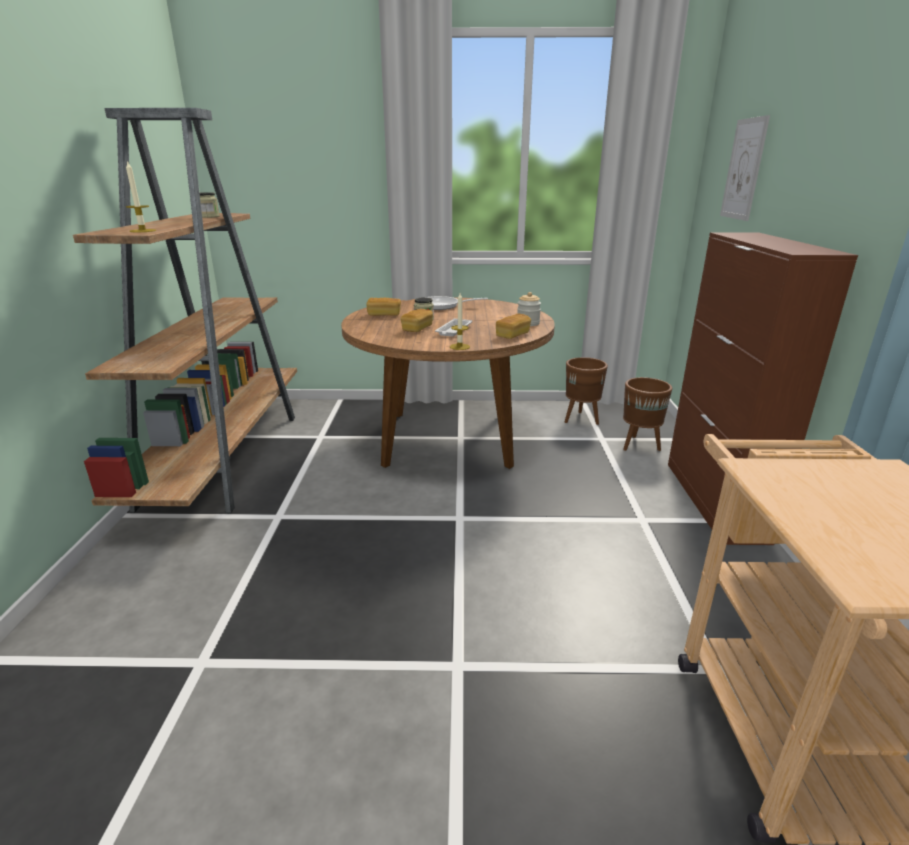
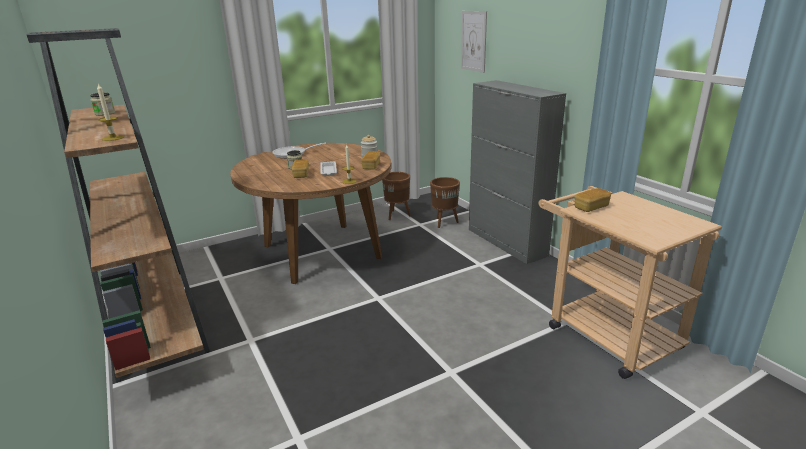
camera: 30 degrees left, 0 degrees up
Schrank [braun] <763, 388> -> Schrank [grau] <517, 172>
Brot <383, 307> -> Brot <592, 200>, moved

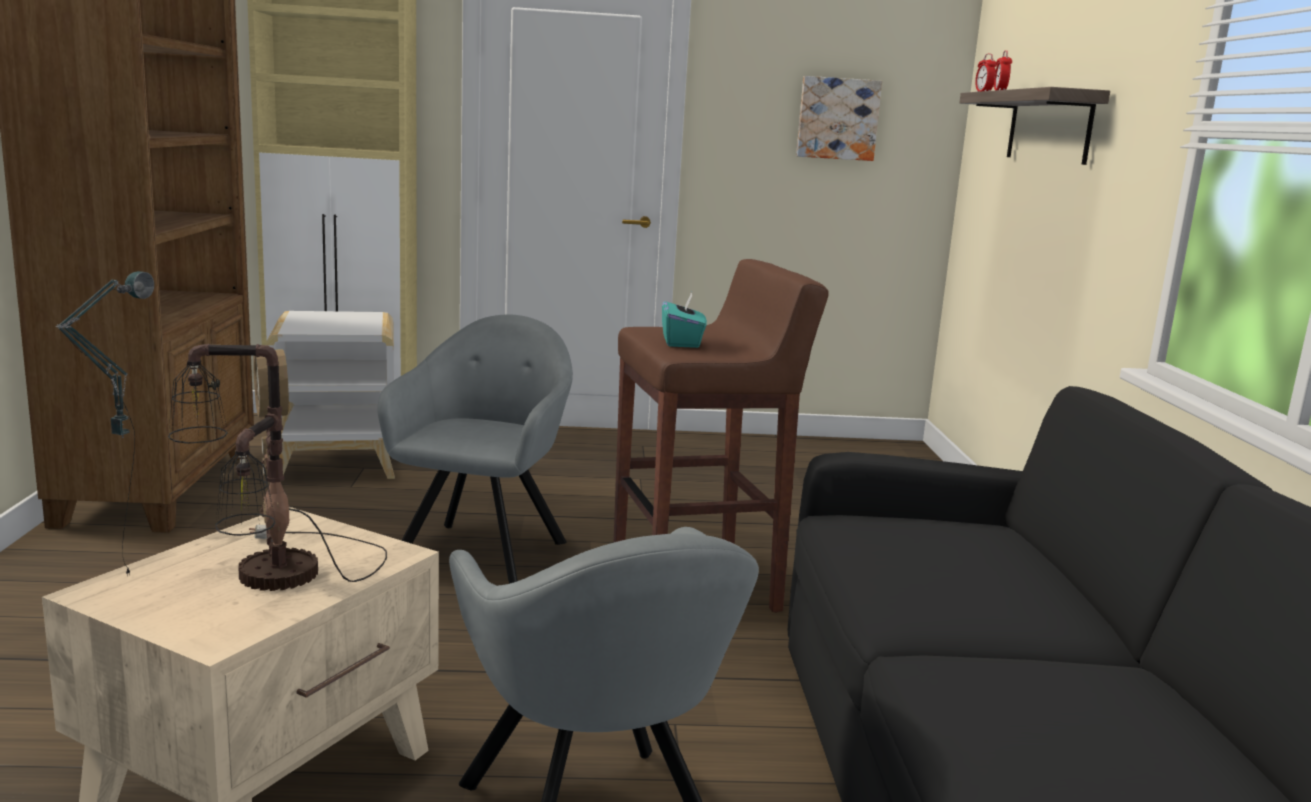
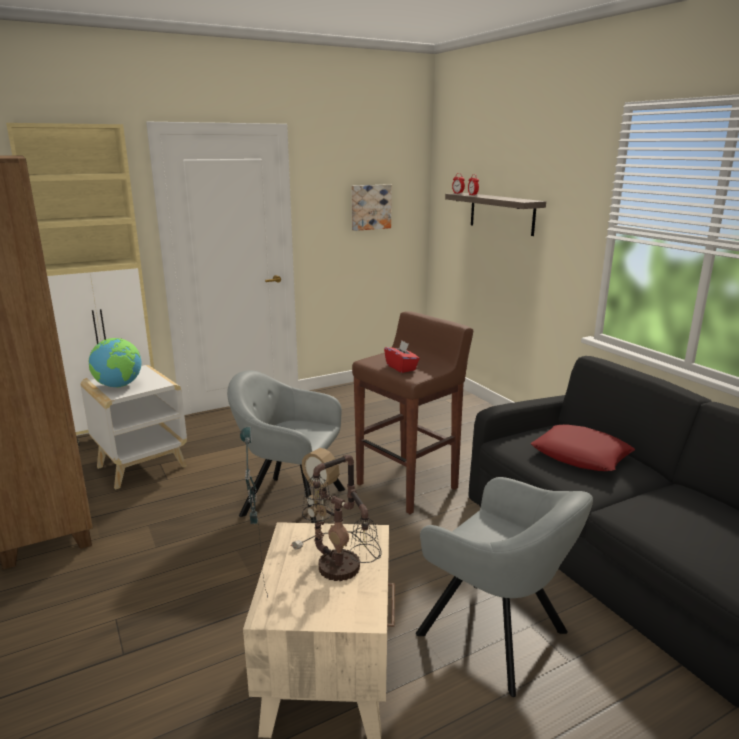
camera: 25 degrees left, 5 degrees up
none -> Globus <114, 363>
Sessel [grau] <475, 449> -> Sessel [grau] <286, 446>, 60 degrees counterclockwise
Taschentuchbox [türkis] <684, 320> -> Taschentuchbox [rot] <402, 357>
none -> Kissen [rot] <583, 448>

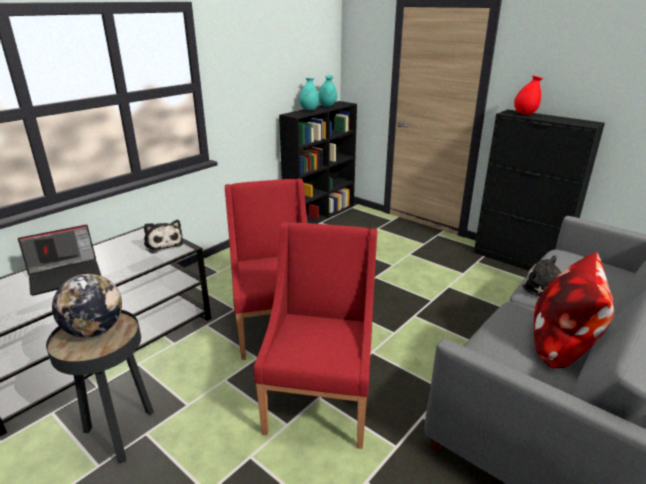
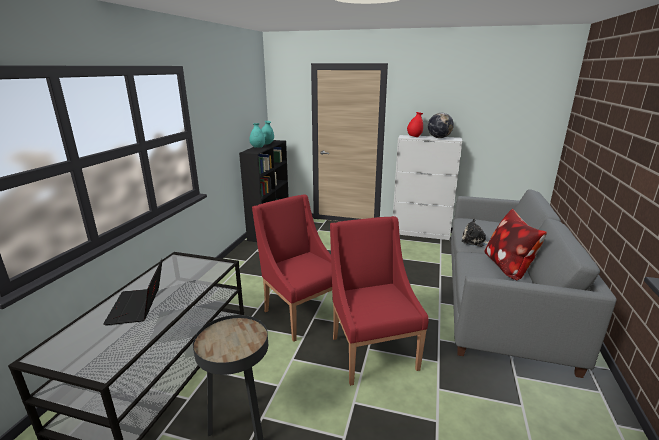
camera: 25 degrees left, 5 degrees down
Laptop <59, 260> -> Laptop <133, 292>, 135 degrees clockwise
Schrank [schwarz] <539, 190> -> Schrank [weiß] <427, 187>
Globus <87, 305> -> Globus <441, 125>, moved
Plüschtier <164, 236> -> none

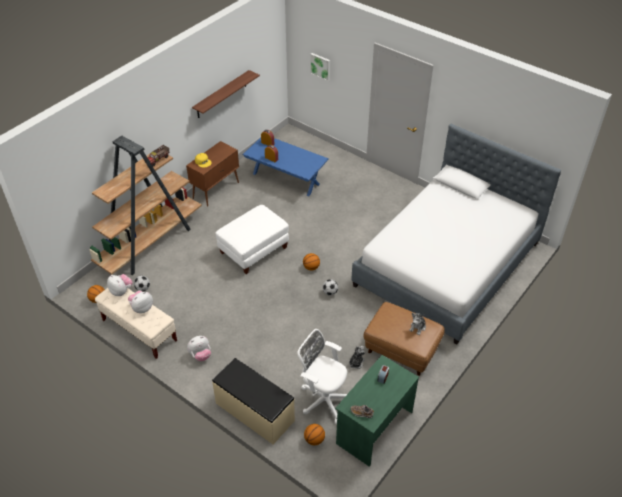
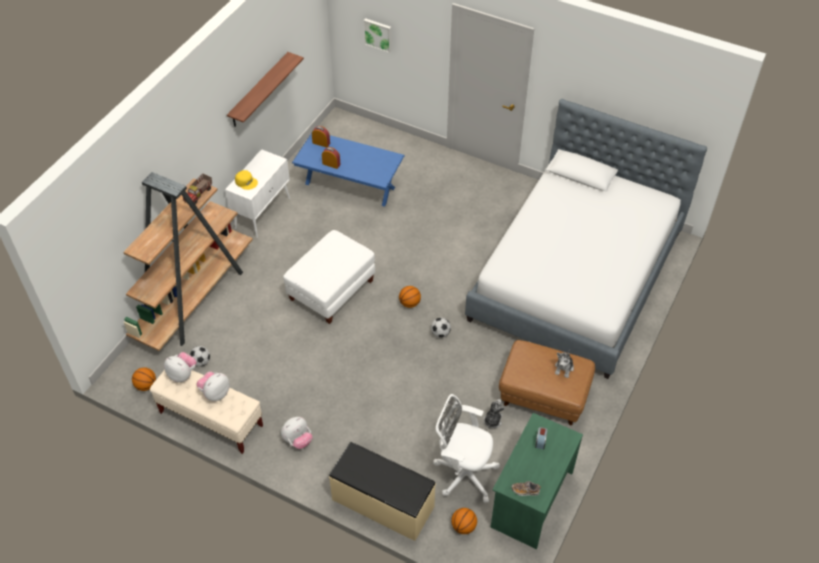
camera: 10 degrees left, 5 degrees up
Schrank [braun] <212, 174> -> Schrank [weiß] <257, 193>

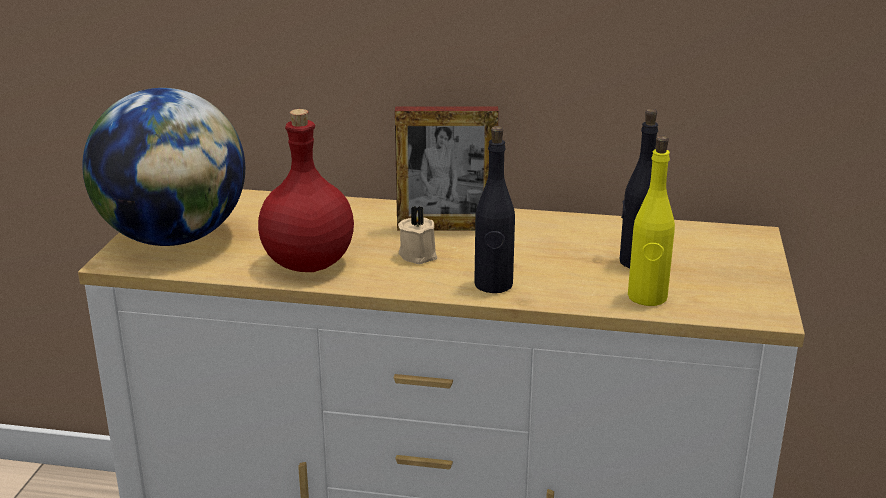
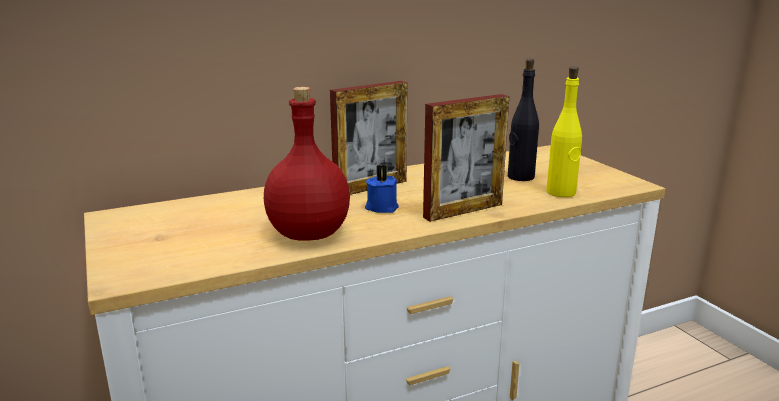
camera: 35 degrees left, 5 degrees down
Kerze [beige] <417, 235> -> Kerze [blau] <382, 189>
Flasche [schwarz] <494, 209> -> Bilderrahmen <466, 158>
Globus <163, 167> -> none

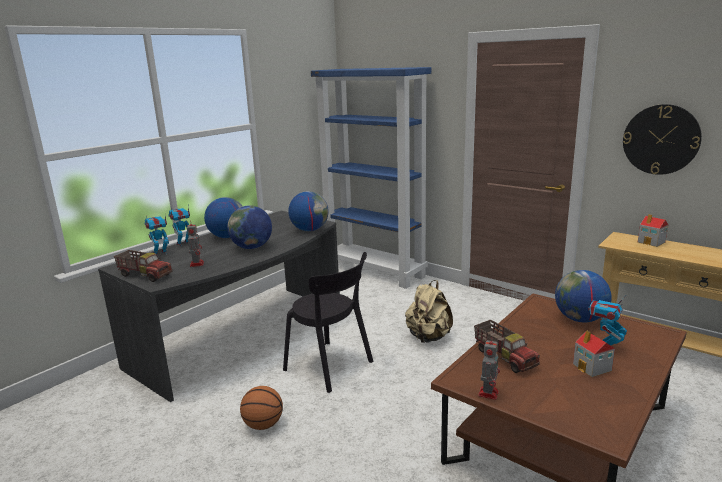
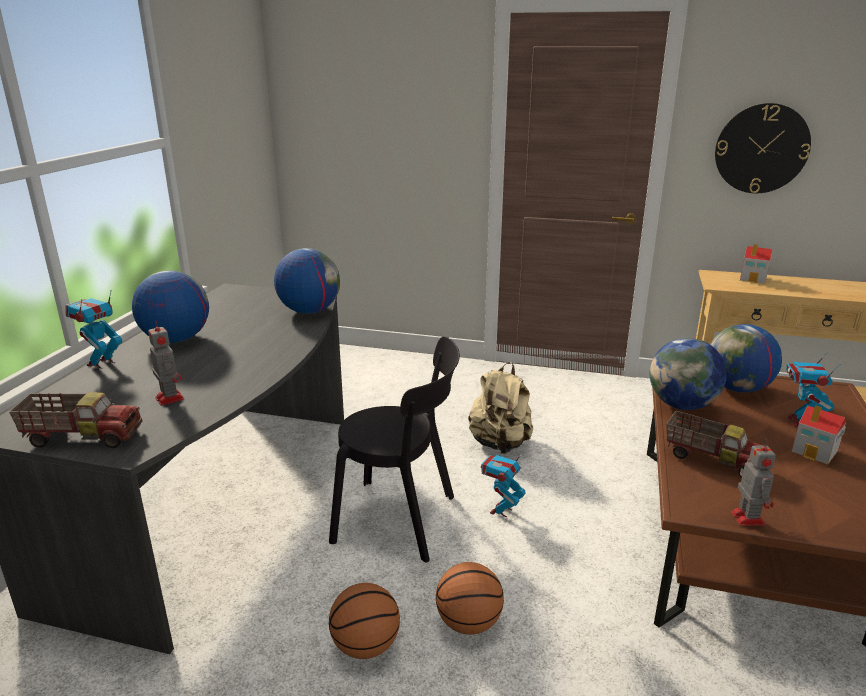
camera: 25 degrees left, 5 degrees up
none -> Basketball <470, 598>
Spielzeugroboter <156, 234> -> Spielzeugroboter <503, 484>, moved
Globus <249, 227> -> Globus <688, 374>, moved
Bücherregal [blau] <371, 178> -> none

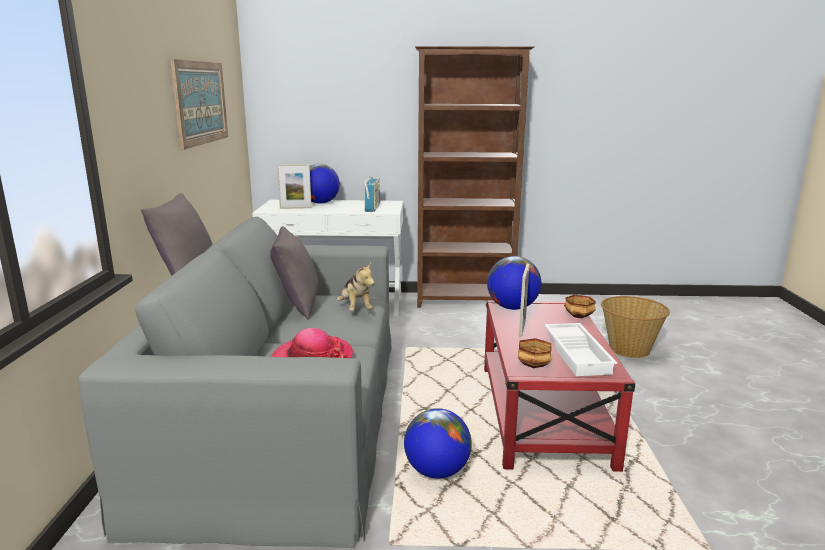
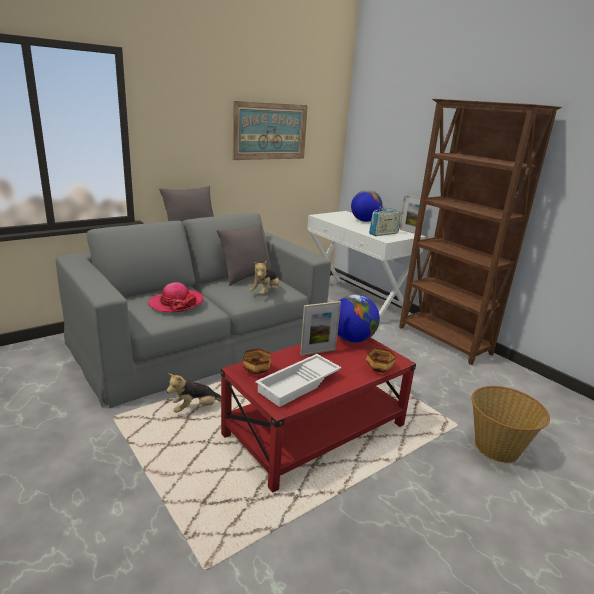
camera: 50 degrees right, 5 degrees up
Globus <438, 443> -> Plüschtier <193, 393>
Bilderrahmen <294, 186> -> Bilderrahmen <413, 215>, moved

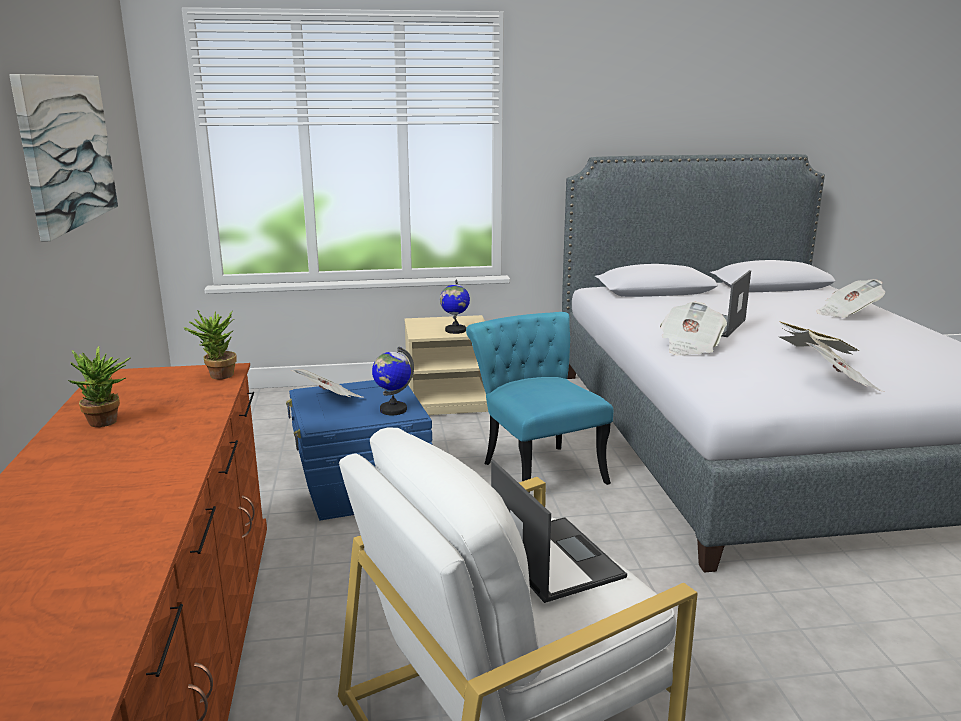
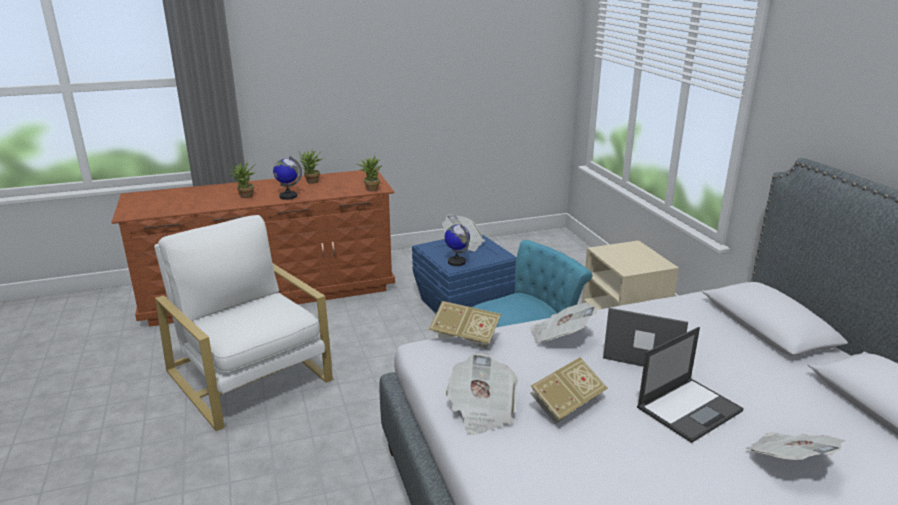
camera: 80 degrees right, 5 degrees up
none -> Topfpflanze <242, 180>
Globus <455, 306> -> Globus <287, 178>, moved
none -> Buch <465, 325>
Laptop <559, 531> -> Laptop <690, 385>, moved
Bild <63, 158> -> none

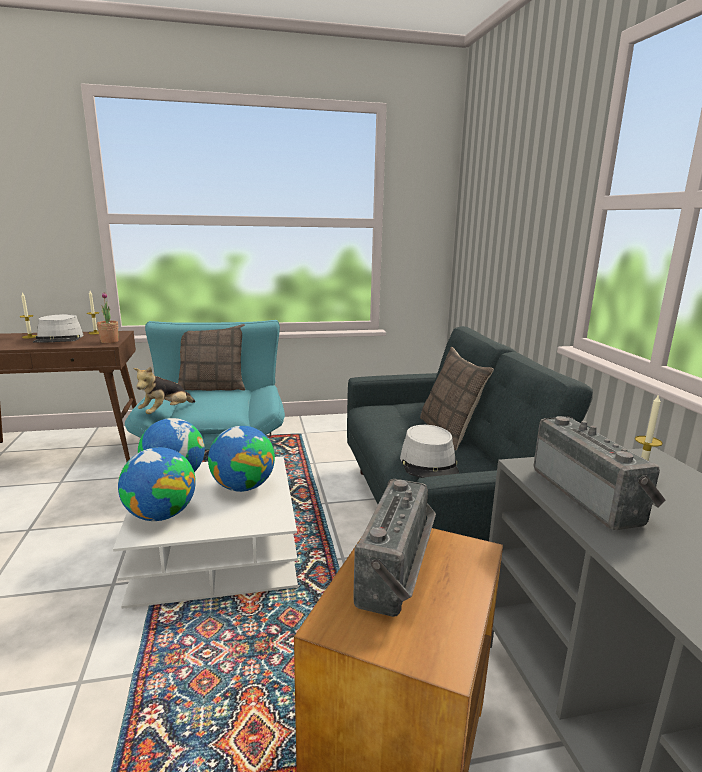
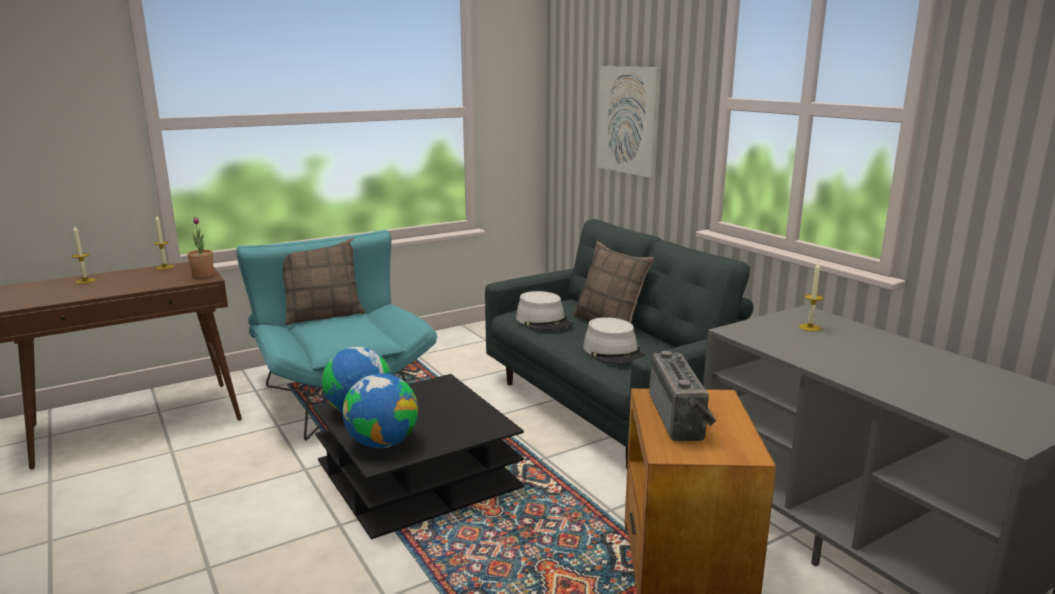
camera: 20 degrees left, 0 degrees up
Couchtisch [weiß] <205, 532> -> Couchtisch [schwarz] <418, 457>
Hut [grau] <58, 328> -> Hut [grau] <544, 310>, moved
none -> Bild <629, 122>
Plüschtier <164, 390> -> none
Globus <241, 459> -> none
Radio <600, 473> -> none

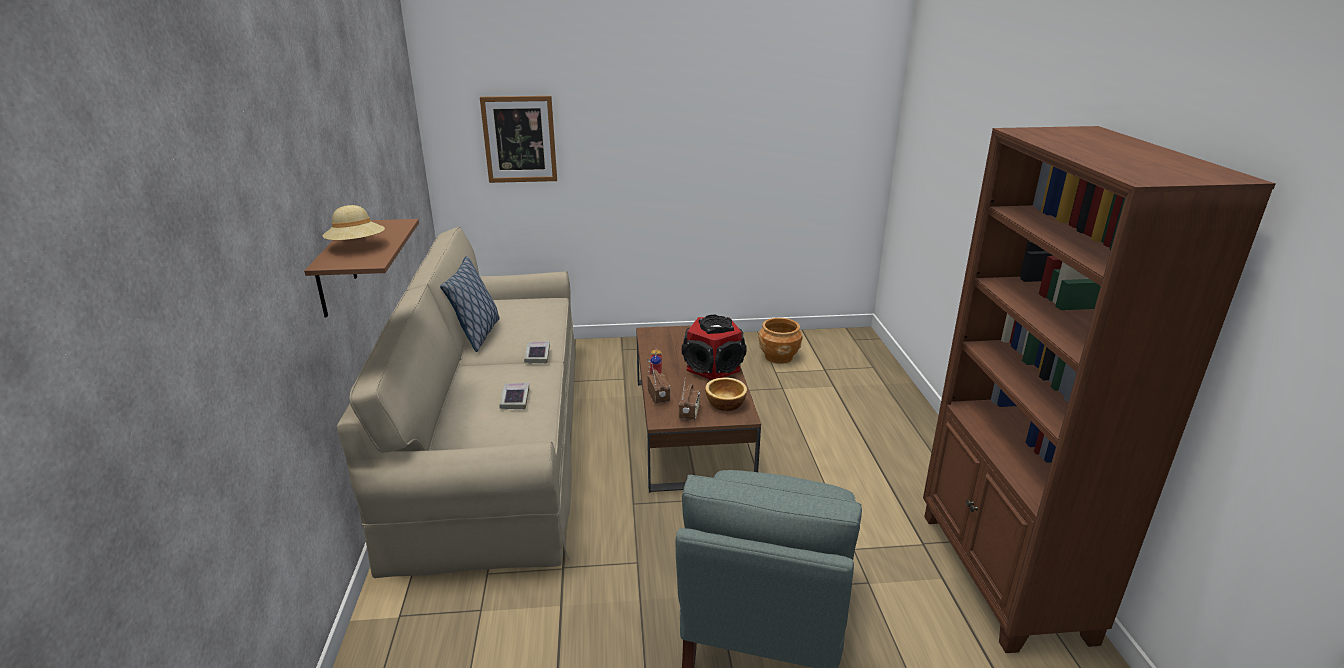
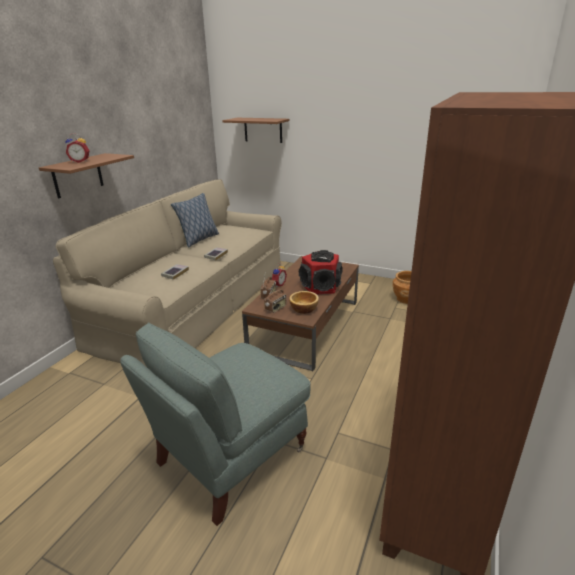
camera: 30 degrees right, 0 degrees up
Hut [beige] <354, 222> -> Wecker <77, 148>
Bild <518, 139> -> Wandregal [braun] <256, 130>

